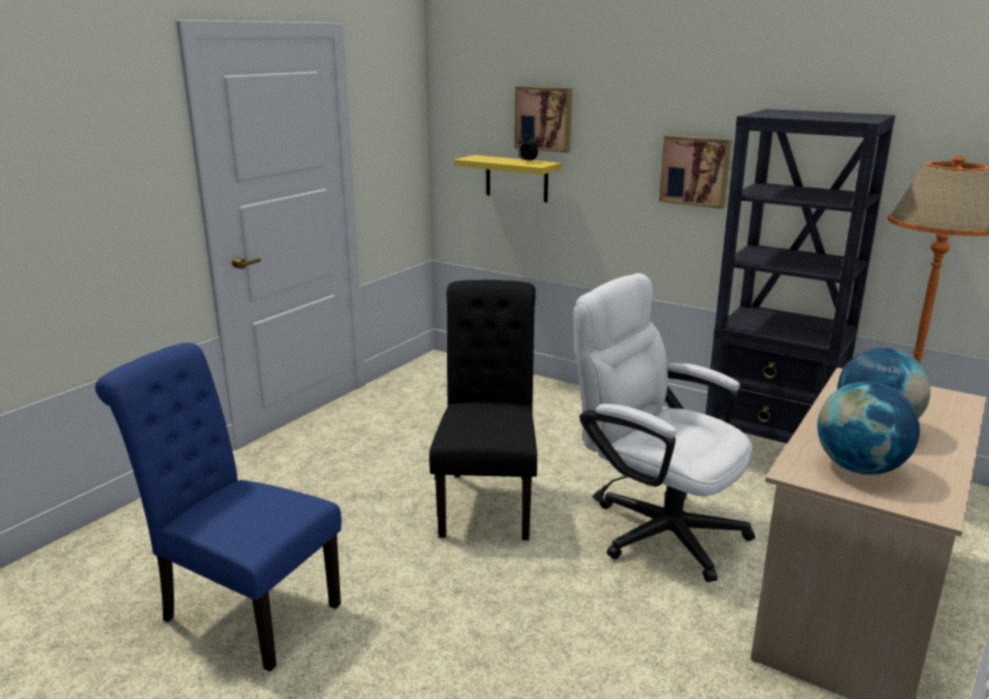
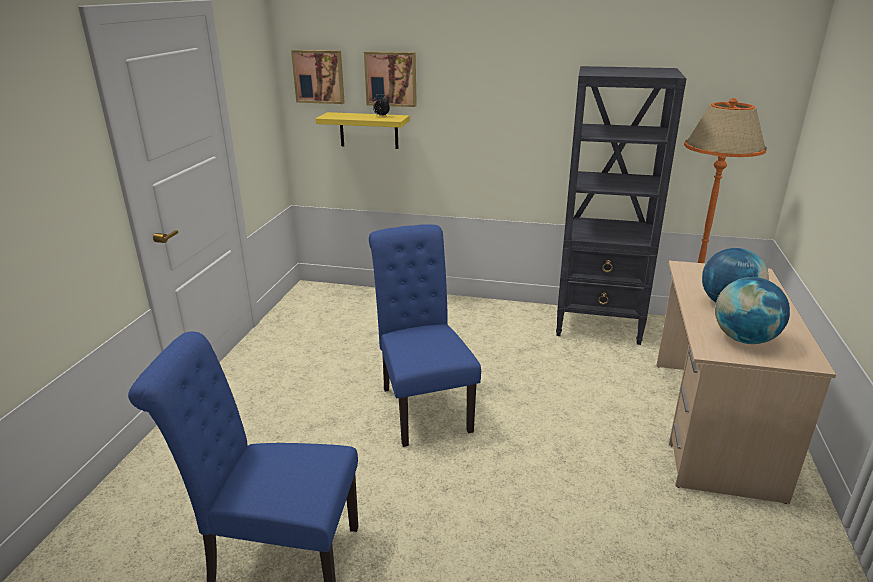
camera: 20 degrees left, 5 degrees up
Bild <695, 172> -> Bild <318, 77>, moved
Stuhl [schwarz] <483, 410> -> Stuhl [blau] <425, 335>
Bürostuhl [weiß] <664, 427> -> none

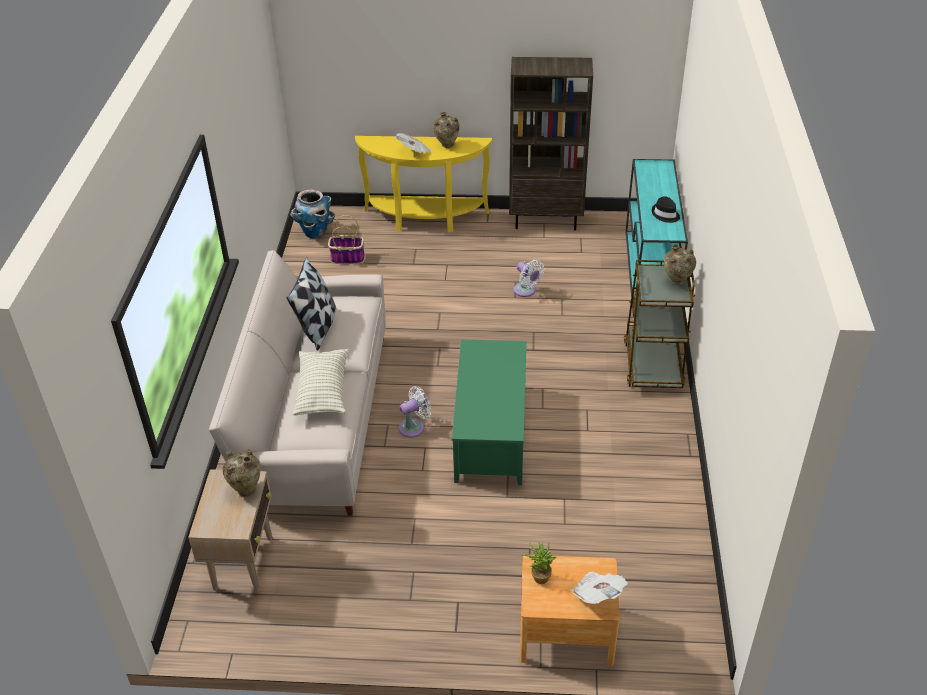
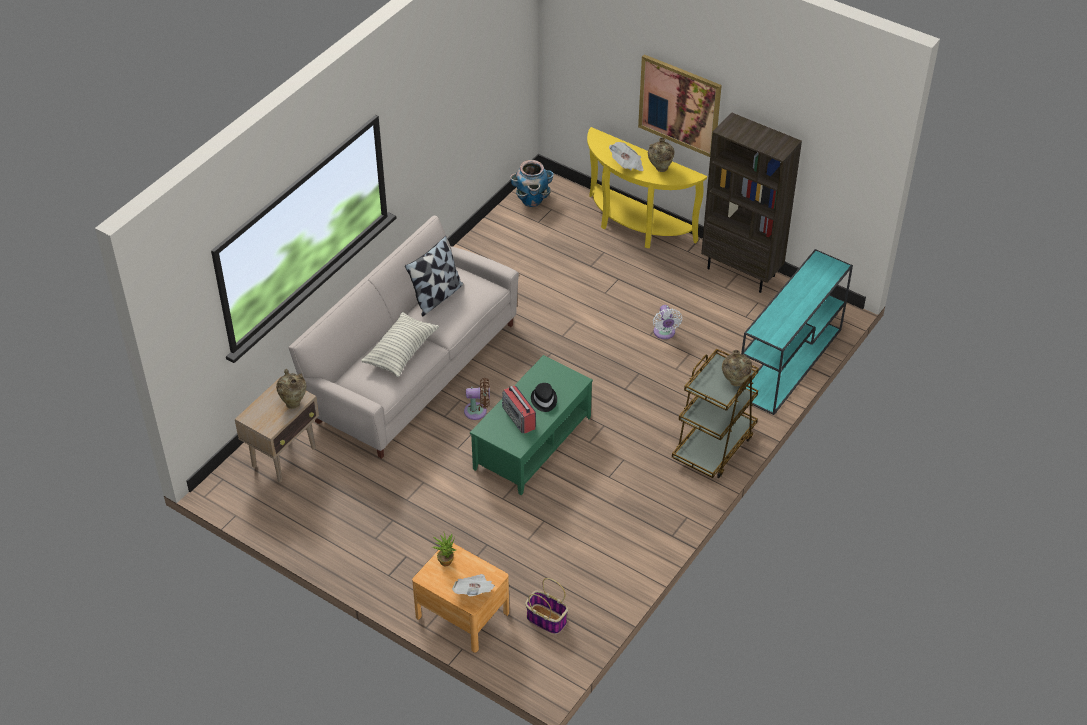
camera: 30 degrees right, 5 degrees up
Ventilator [weiß] <415, 412> -> Ventilator [braun] <477, 399>
none -> Radio <519, 409>
Korb <346, 239> -> Korb <546, 606>, moved
Hut [schwarz] <666, 209> -> Hut [schwarz] <544, 397>, moved
none -> Bild <680, 105>

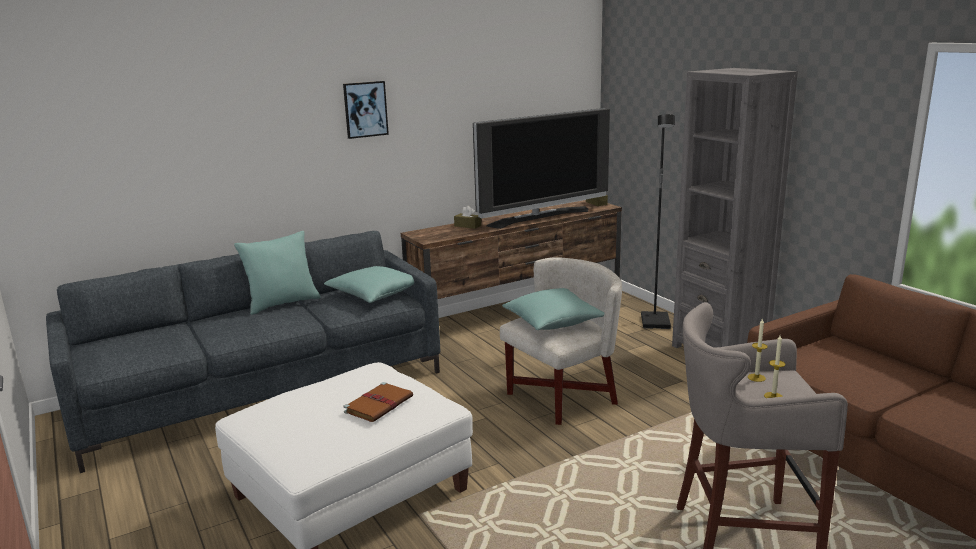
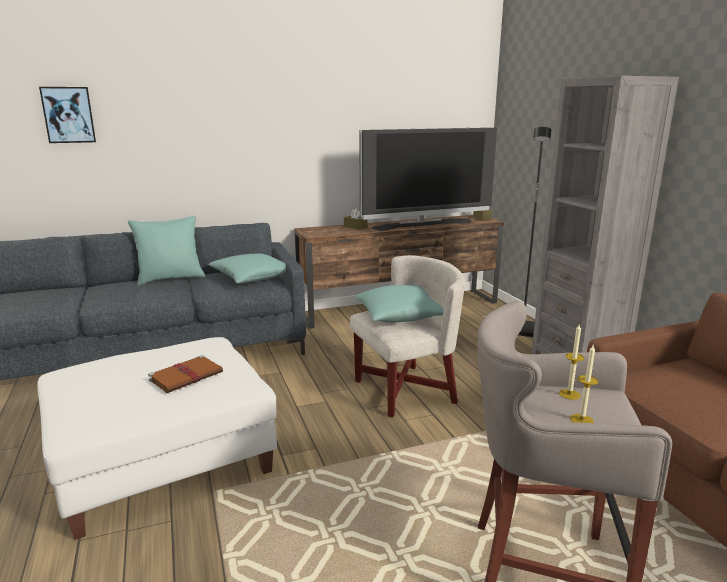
camera: 10 degrees right, 0 degrees up
Bild <366, 110> -> Bild <67, 115>, moved

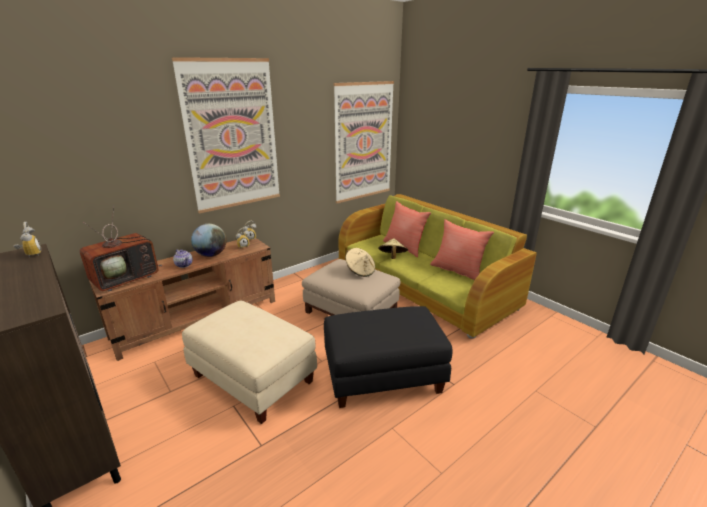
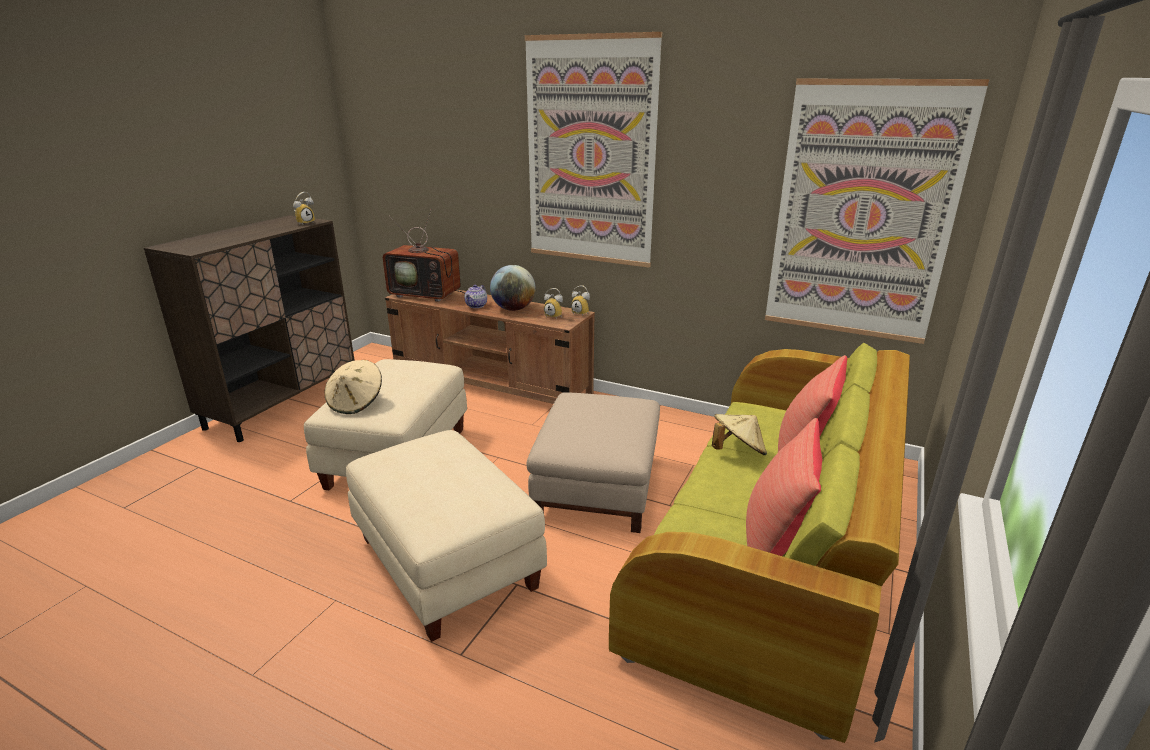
camera: 65 degrees right, 0 degrees up
Hut [beige] <360, 262> -> Hut [beige] <353, 387>, moved
Polsterhocker [schwarz] <388, 357> -> Polsterhocker [beige] <446, 536>

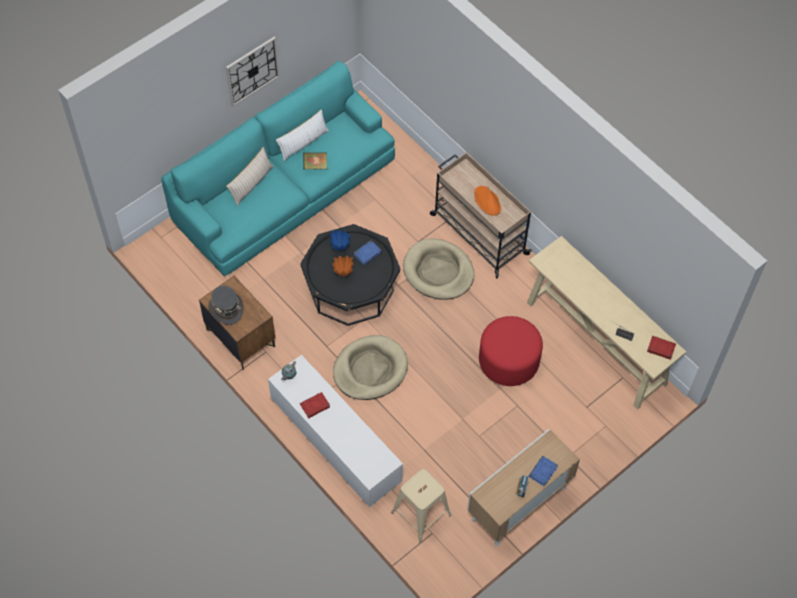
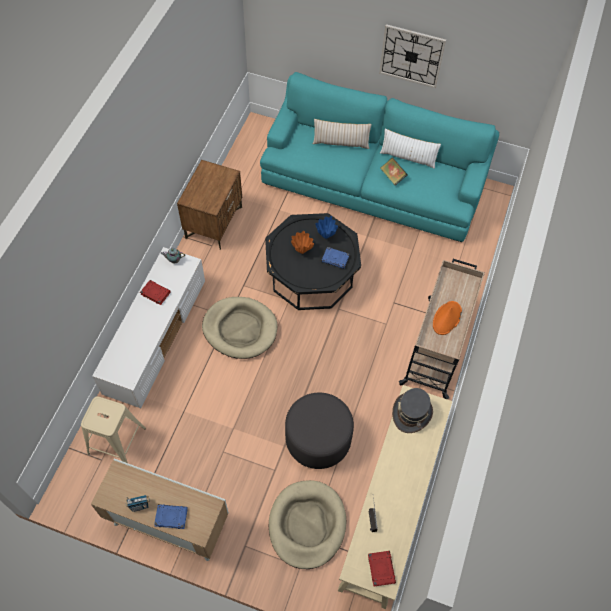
camera: 60 degrees right, 0 degrees up
Hundebett [beige] <439, 269> -> Hundebett [beige] <307, 524>, moved
Polsterhocker [rot] <511, 351> -> Polsterhocker [grau] <319, 431>
Hut [grau] <226, 305> -> Hut [grau] <412, 410>, moved

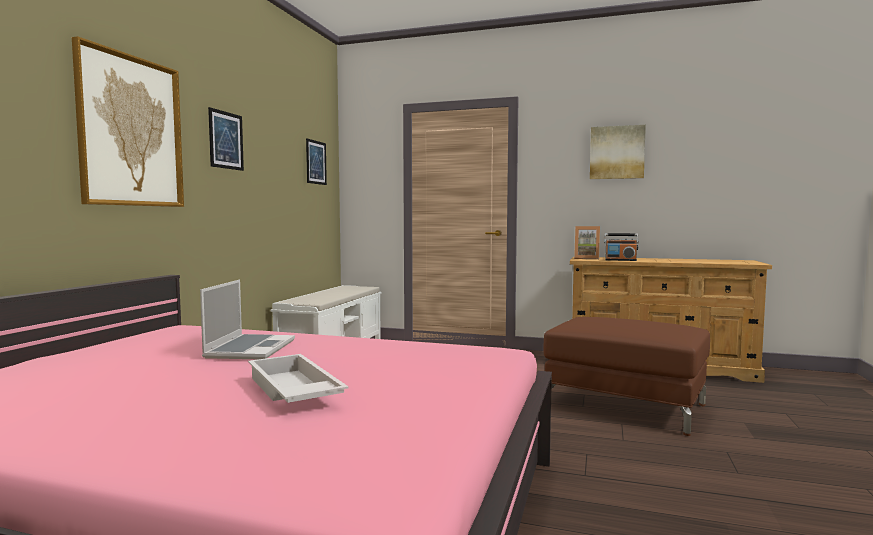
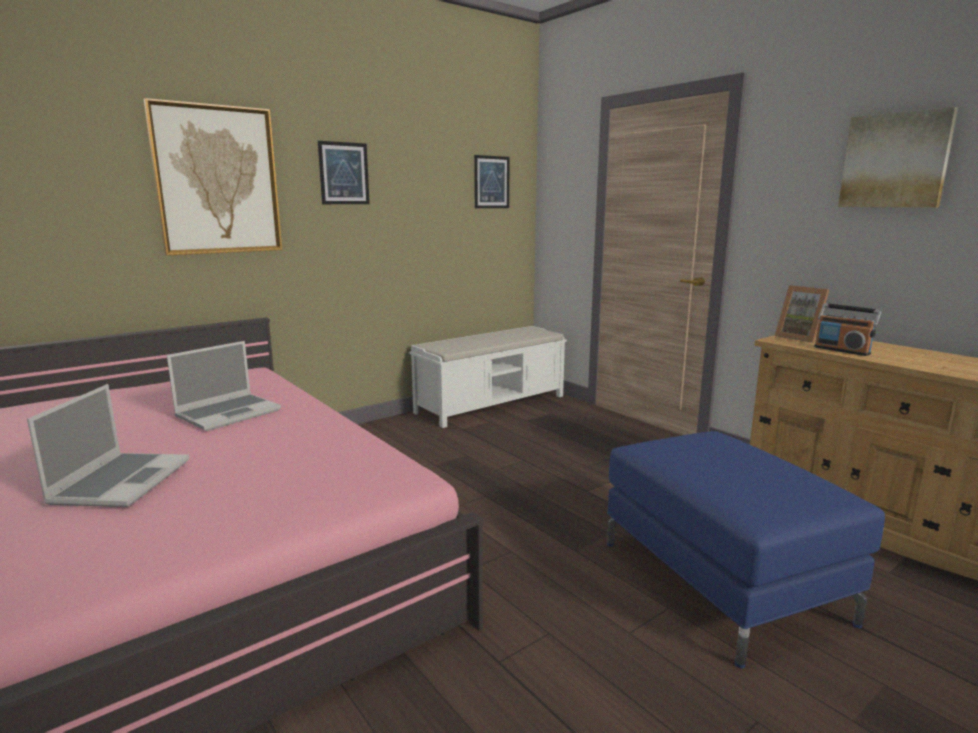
camera: 35 degrees right, 10 degrees up
Tablett [weiß] <298, 378> -> Laptop <108, 445>
Polsterhocker [braun] <627, 376> -> Polsterhocker [blau] <746, 549>

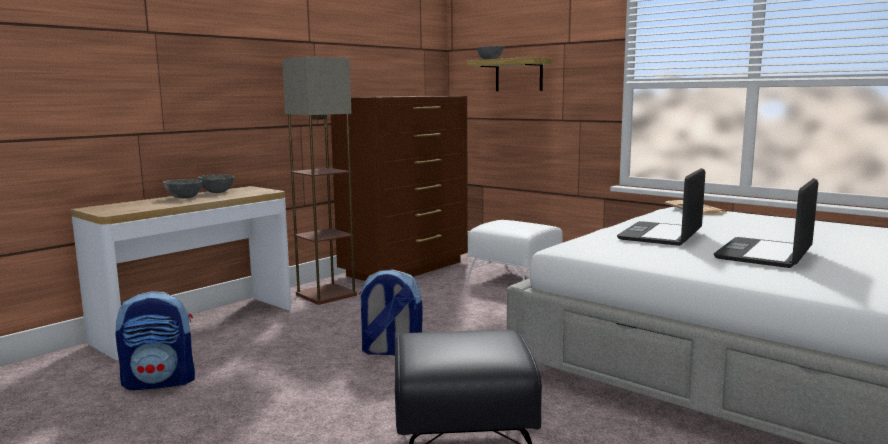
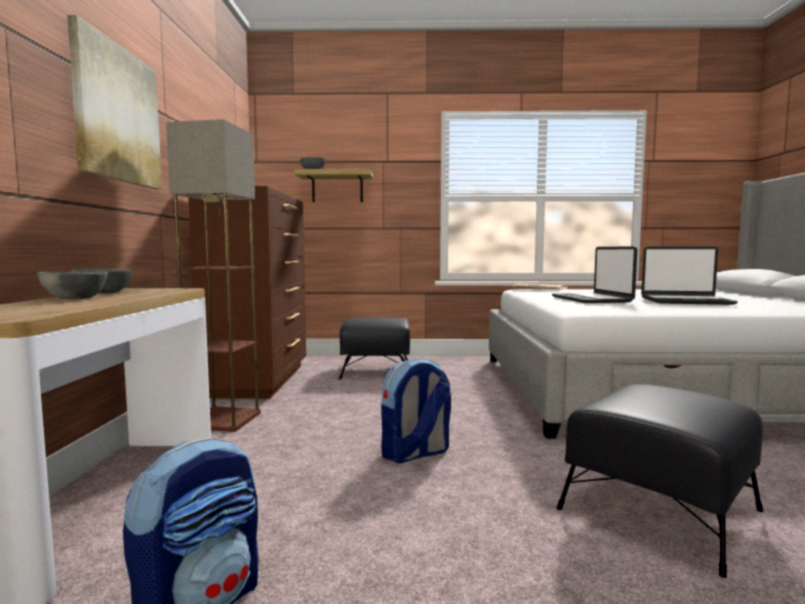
camera: 40 degrees left, 5 degrees down
none -> Bild <114, 102>
Polsterhocker [weiß] <514, 250> -> Polsterhocker [schwarz] <374, 349>
Laptop <766, 223> -> Laptop <689, 275>, 75 degrees counterclockwise

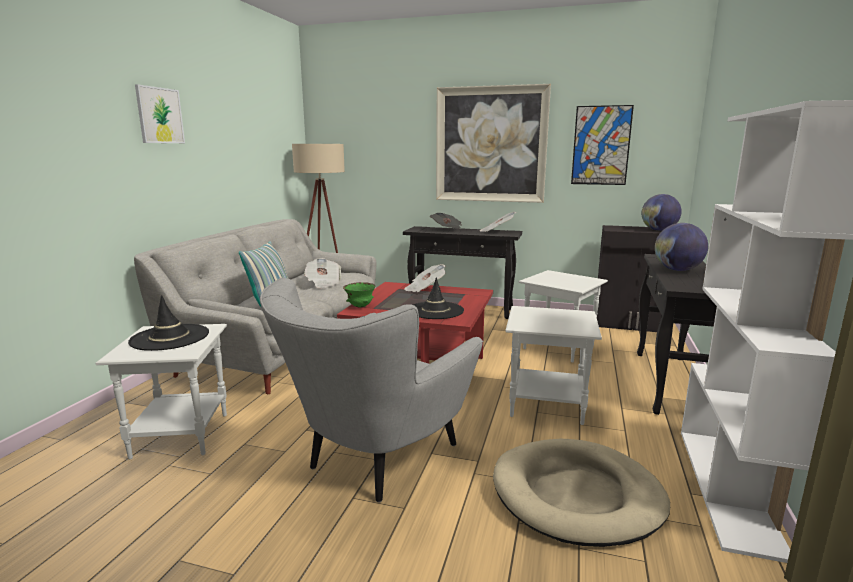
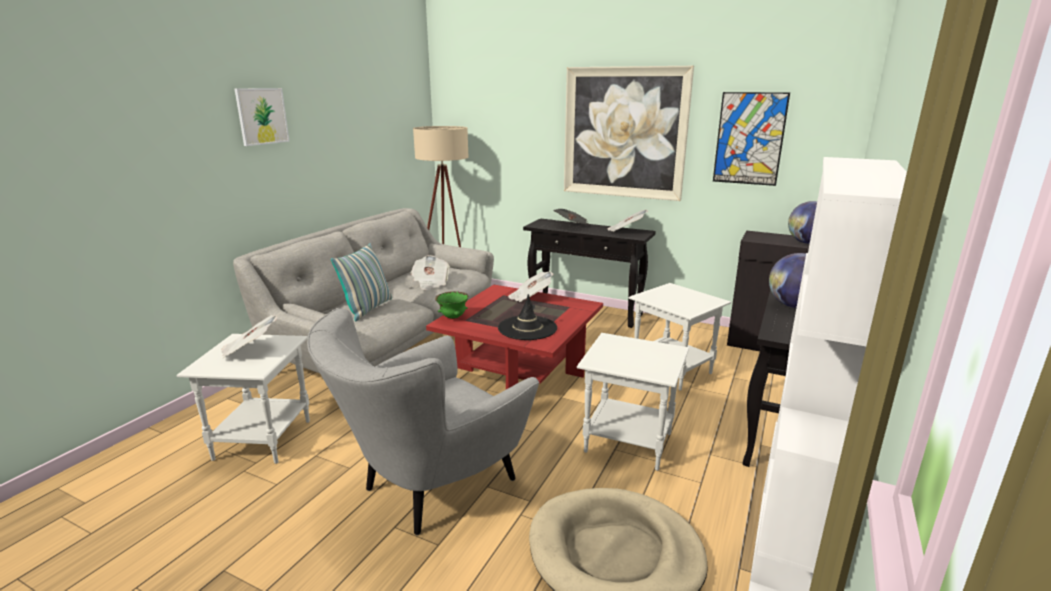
camera: 10 degrees right, 5 degrees up
Hut [schwarz] <168, 323> -> Zeitung <249, 336>

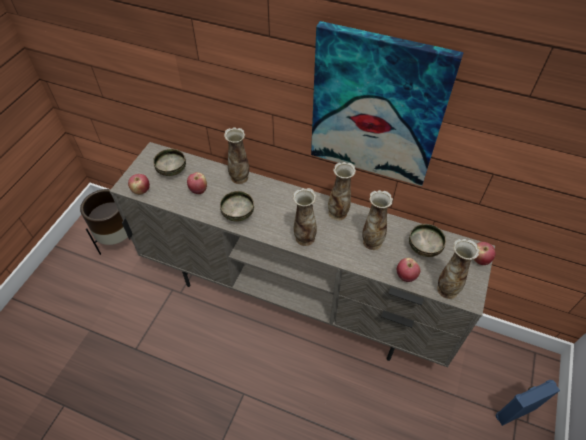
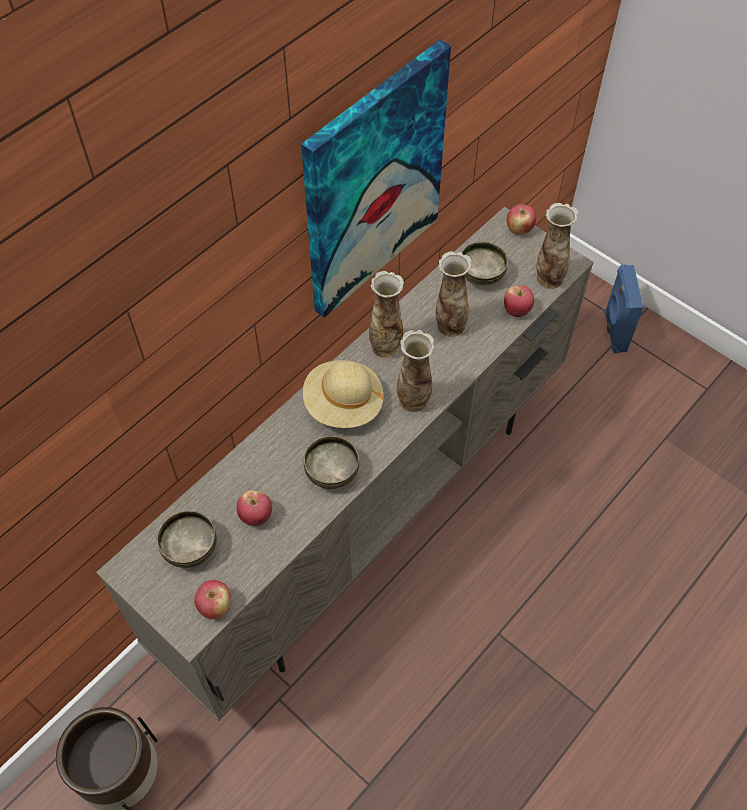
camera: 70 degrees left, 5 degrees up
none -> Hut [beige] <343, 394>
Vase <236, 155> -> none

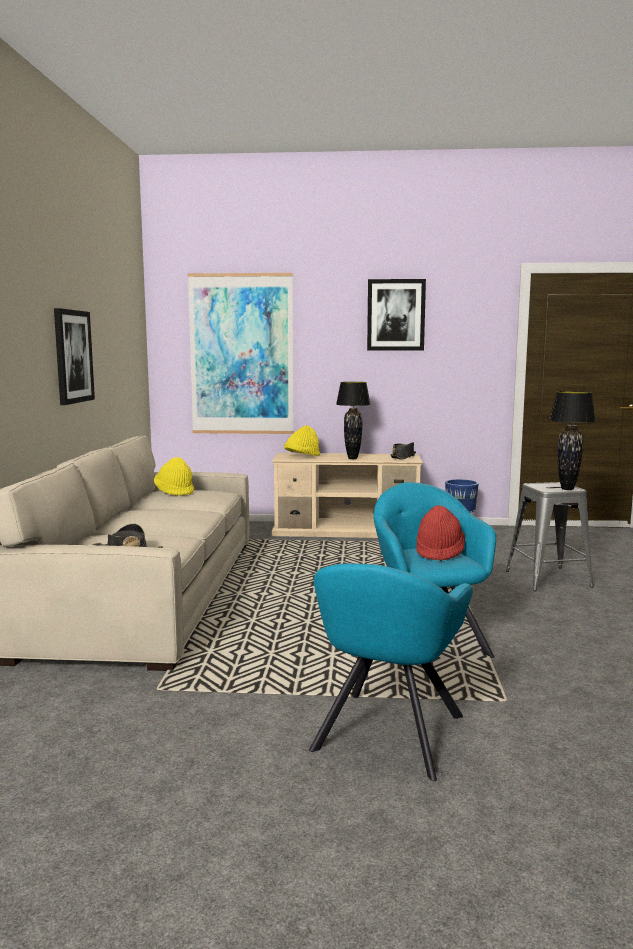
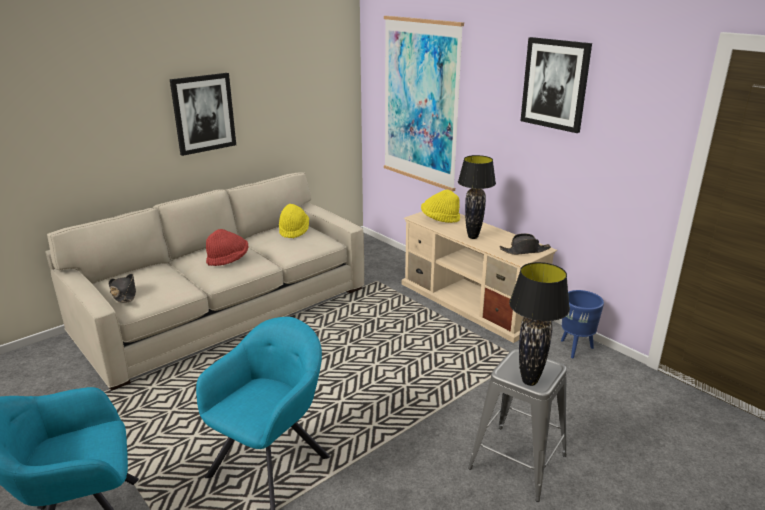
camera: 45 degrees right, 15 degrees up
Hut [rot] <440, 533> -> Hut [rot] <227, 247>, moved

